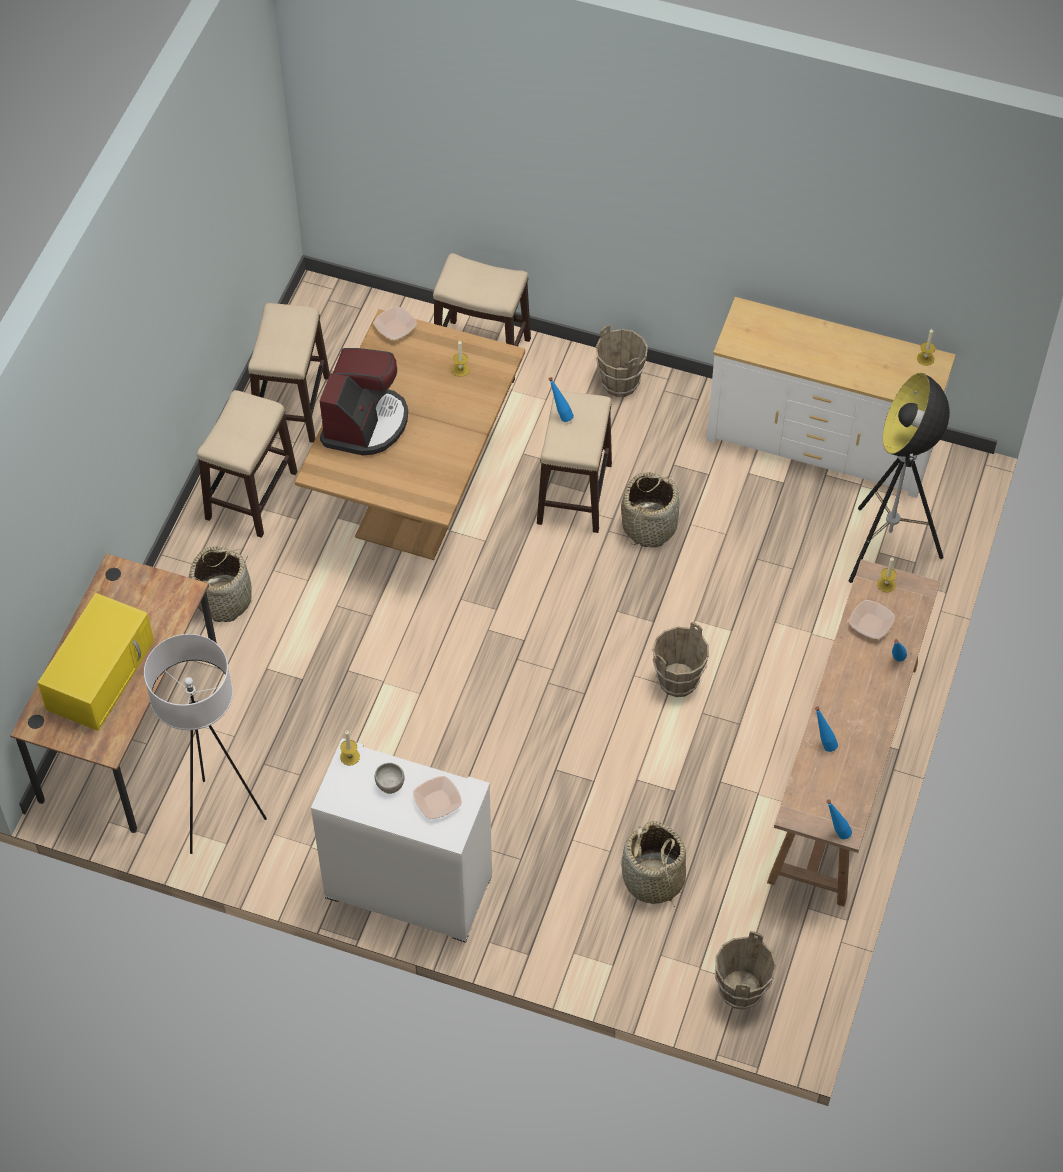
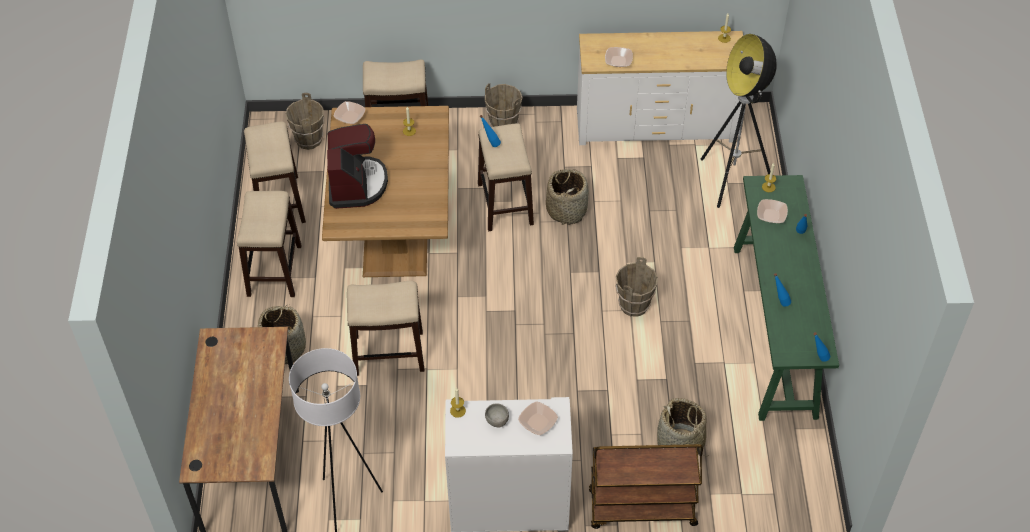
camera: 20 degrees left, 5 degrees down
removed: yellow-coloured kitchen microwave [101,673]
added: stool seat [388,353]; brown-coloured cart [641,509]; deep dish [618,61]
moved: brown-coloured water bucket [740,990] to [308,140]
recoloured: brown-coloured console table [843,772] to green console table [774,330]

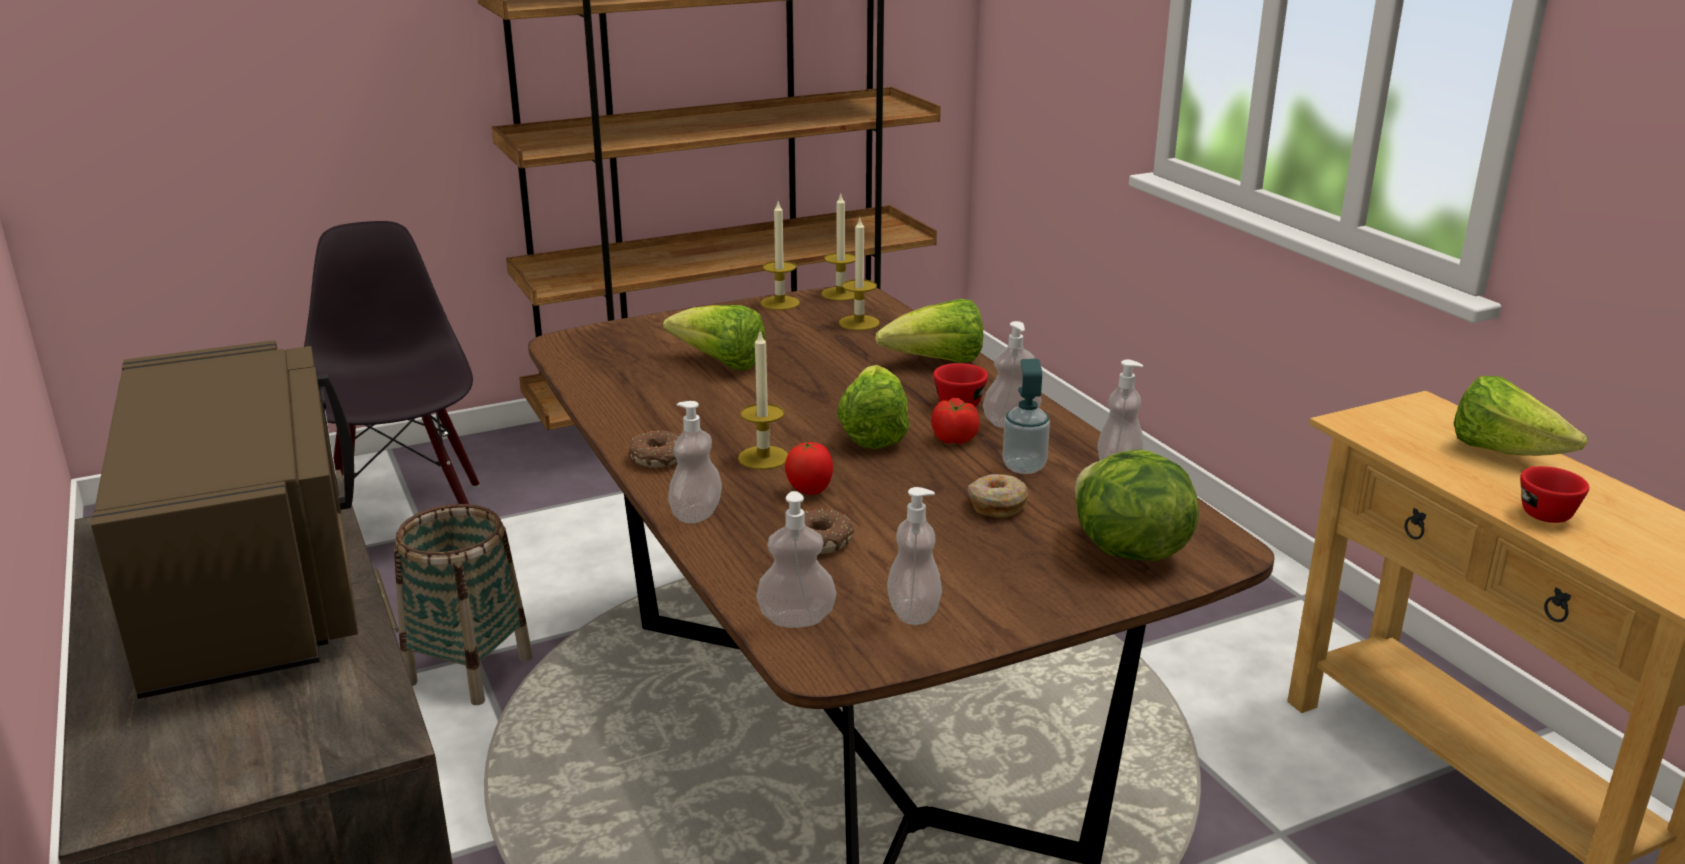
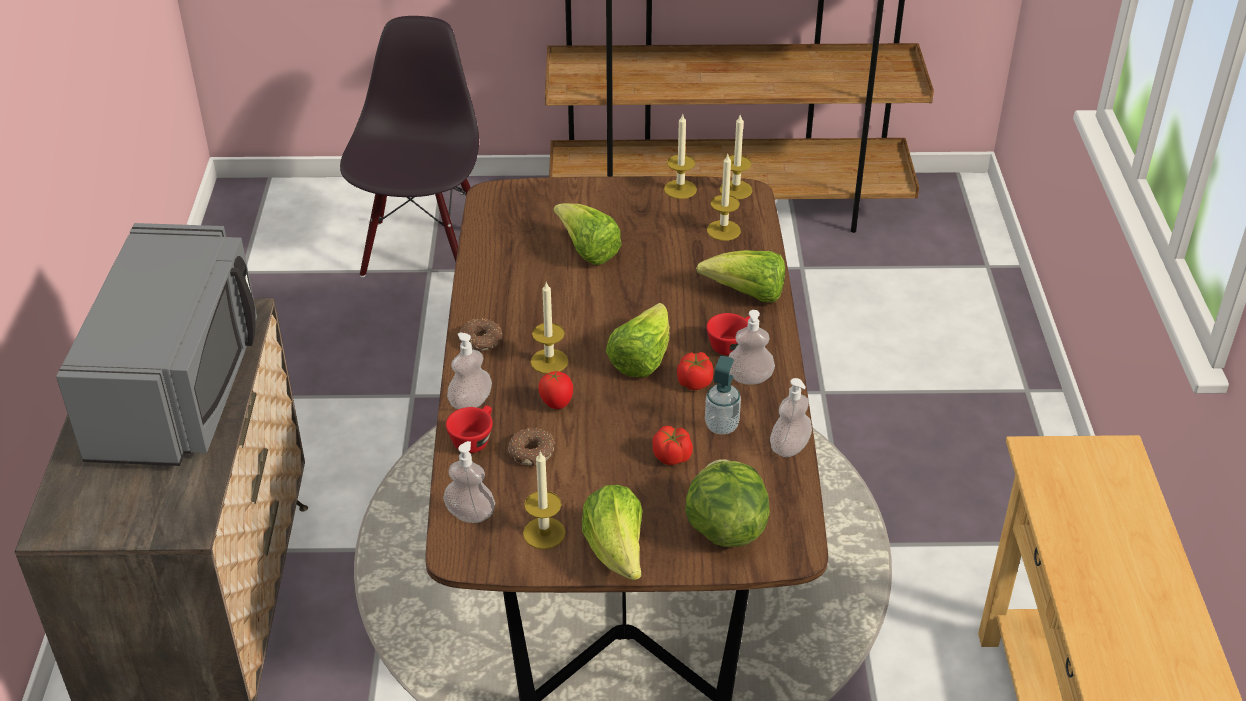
camera: 25 degrees right, 15 degrees up
removed: storage basket [468,670]
moved: lettuce [1503,452] to [617,552]; red small cup [1541,510] to [474,439]
replaced: soap dispenser [913,612] to candle [544,533]; donut [997,504] to whole tomato [672,457]
recoloured: brown-coloured kitchen microwave [254,585] to grey kitchen microwave [180,388]

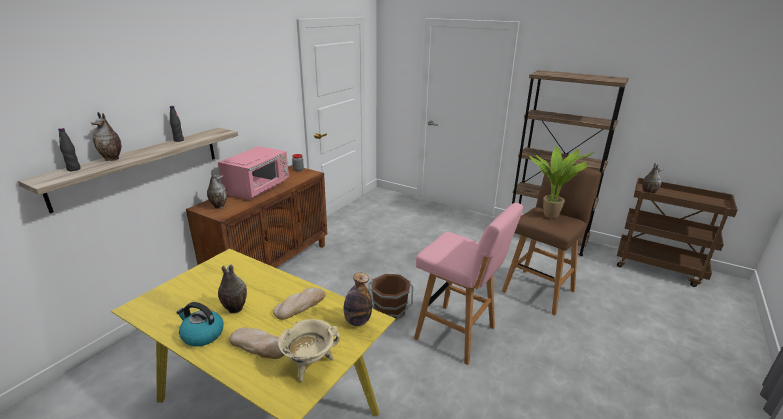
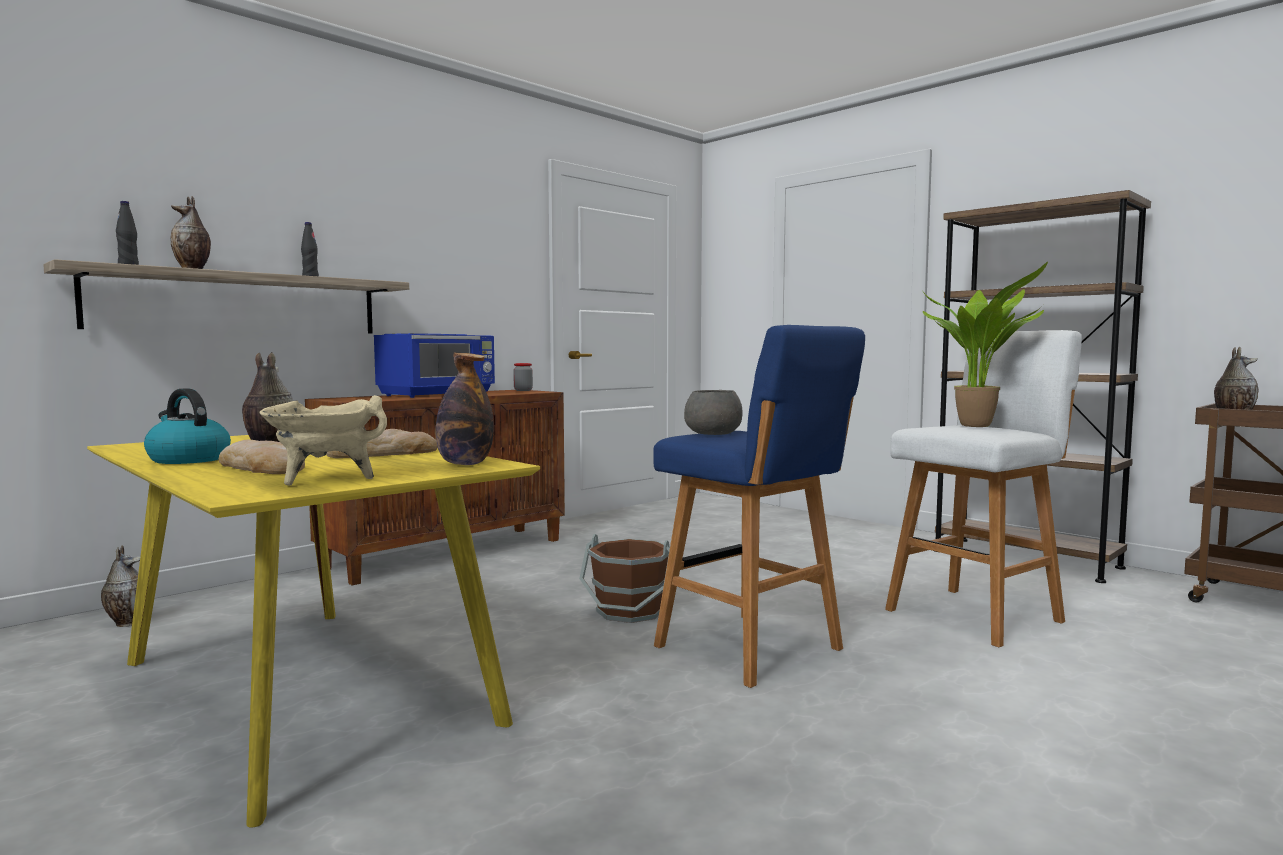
camera: 15 degrees right, 20 degrees down
added: grey deep dish [714,433]
moved: decorative vase [219,206] to [126,623]
recoloured: pink kitchen microwave [258,188] to blue-coloured kitchen microwave [438,394]; pink stool seat [458,334] to blue-coloured stool seat [753,649]; brown-coloured stool seat [539,290] to whitish stool seat [977,614]

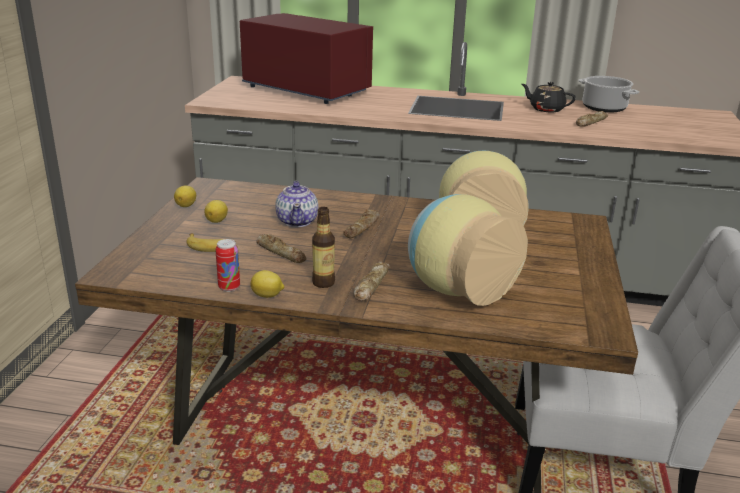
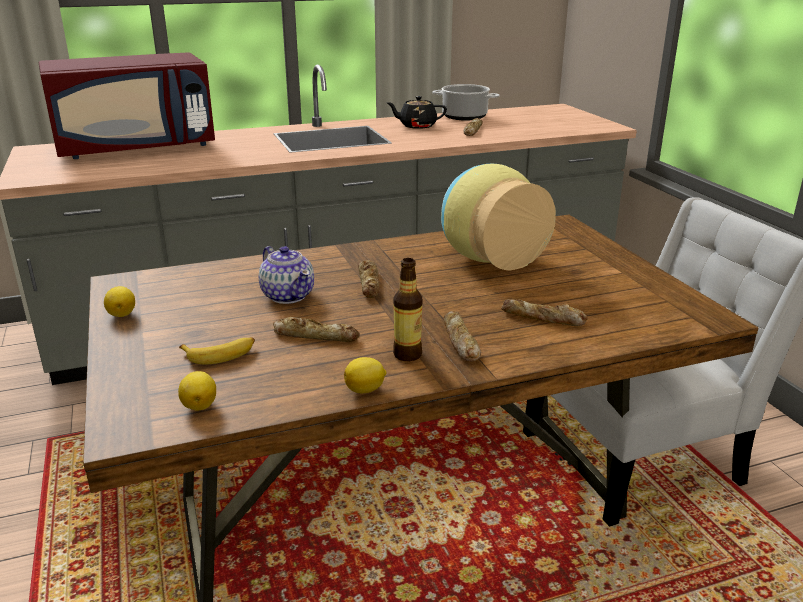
camera: 30 degrees left, 0 degrees up
removed: can [229,287]
moved: whole lemon [217,221] to [200,405]
replaced: decorative vase [456,289] to bakery bread [543,318]
turned: red kitchen microwave [305,90] = [136,148] 150 degrees clockwise

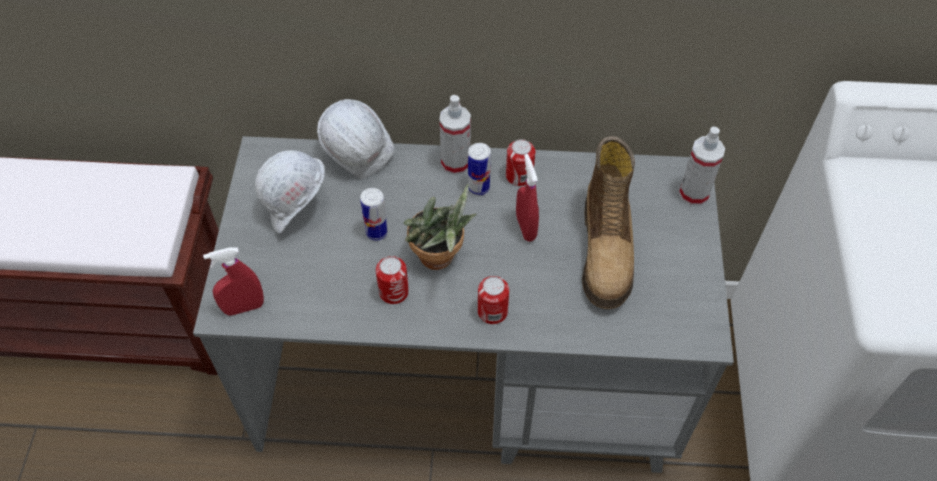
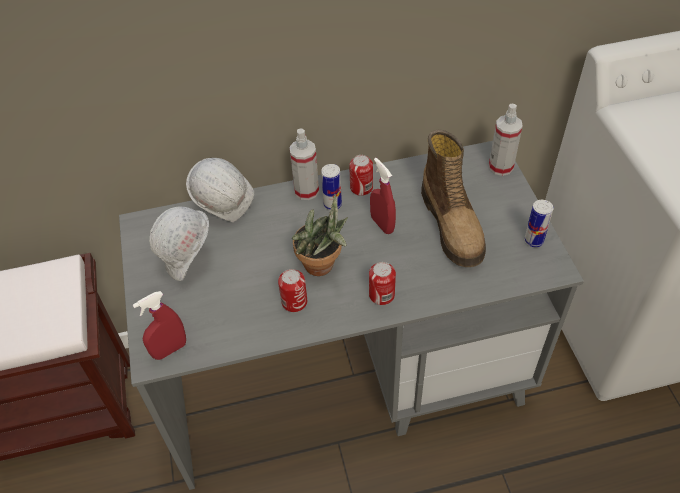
camera: 15 degrees left, 5 degrees down
moved: can [376,232] to [533,240]

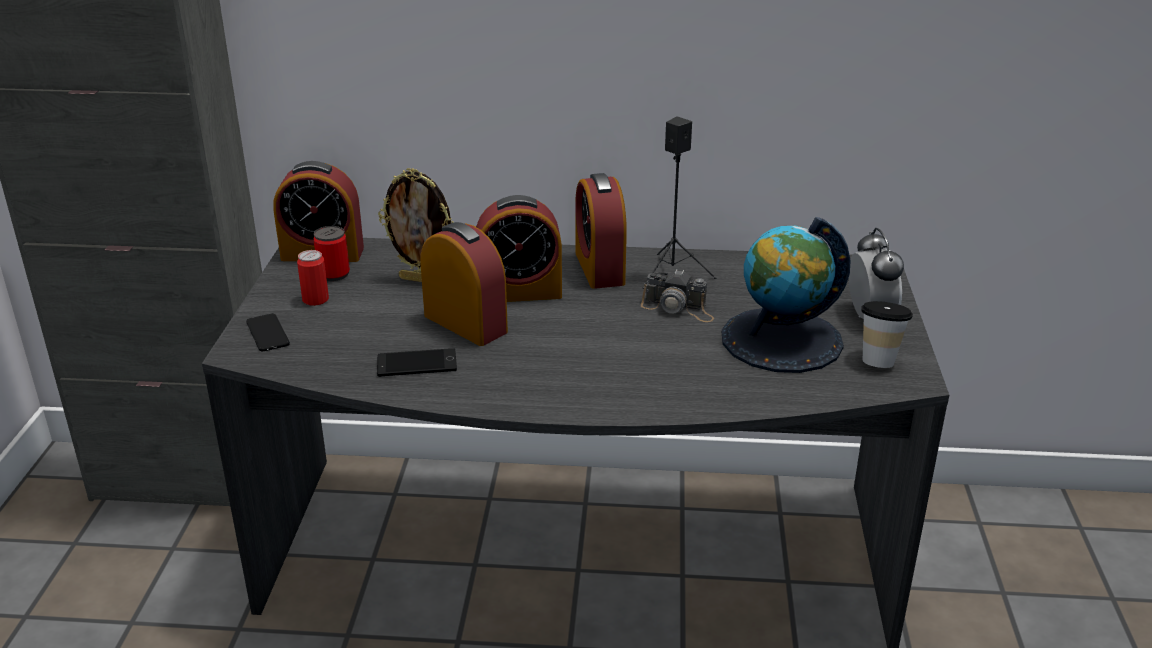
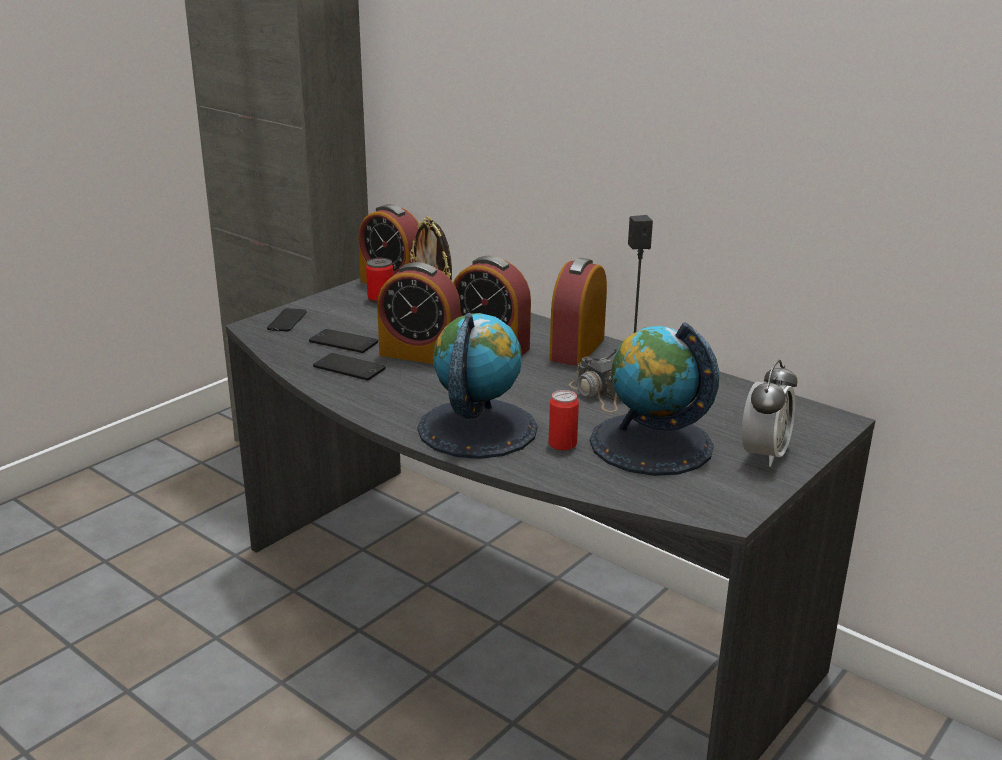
camera: 35 degrees right, 5 degrees down
removed: small cup [879,360]
added: phone [343,342]; world globe [477,428]
moved: can [315,299] to [562,444]
turned: alarm clock [465,324] = [420,354] 120 degrees clockwise

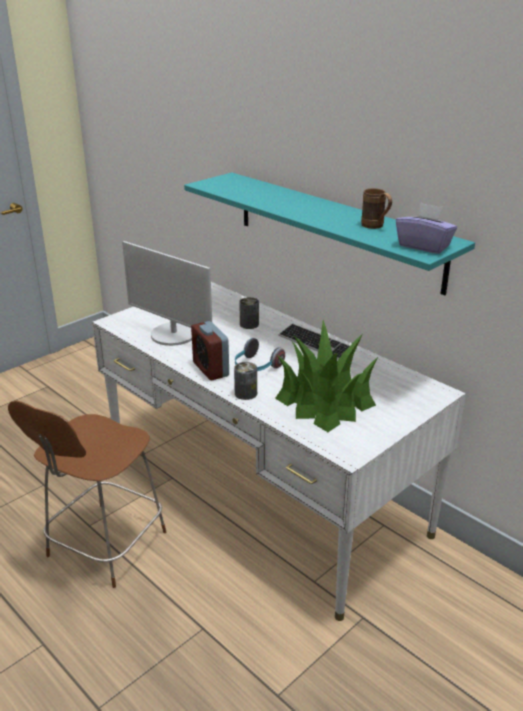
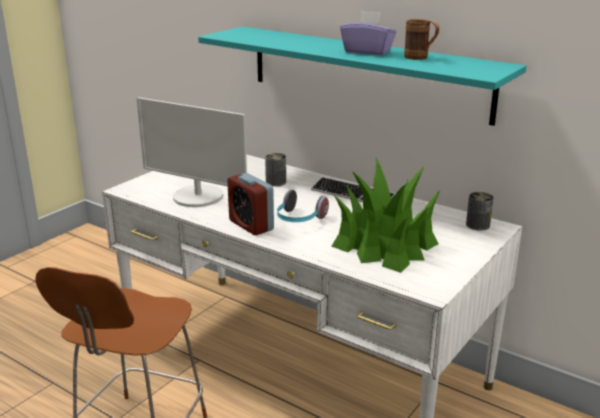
camera: 10 degrees left, 5 degrees down
moved: can [246,393] to [477,225]; purple tissue holder [424,246] to [367,51]

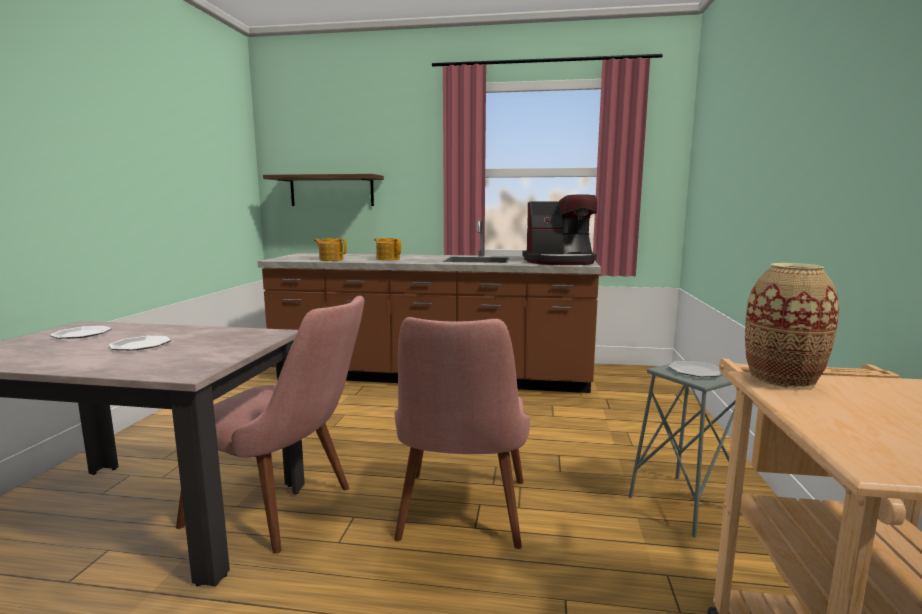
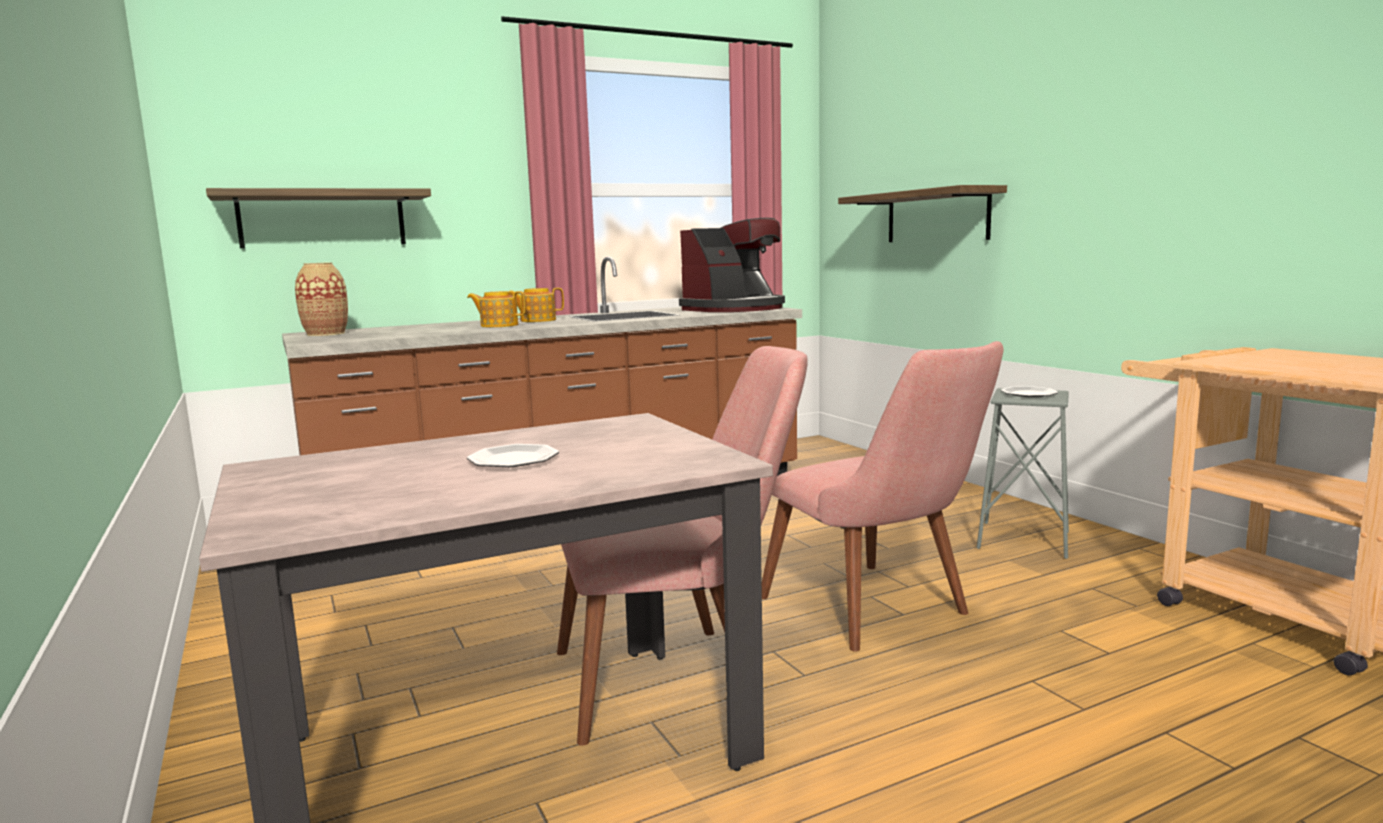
camera: 35 degrees left, 0 degrees up
removed: plate [82,334]
added: shelf [937,216]
moved: tea pot [331,259] to [537,320]; decorative vase [782,378] to [326,334]

